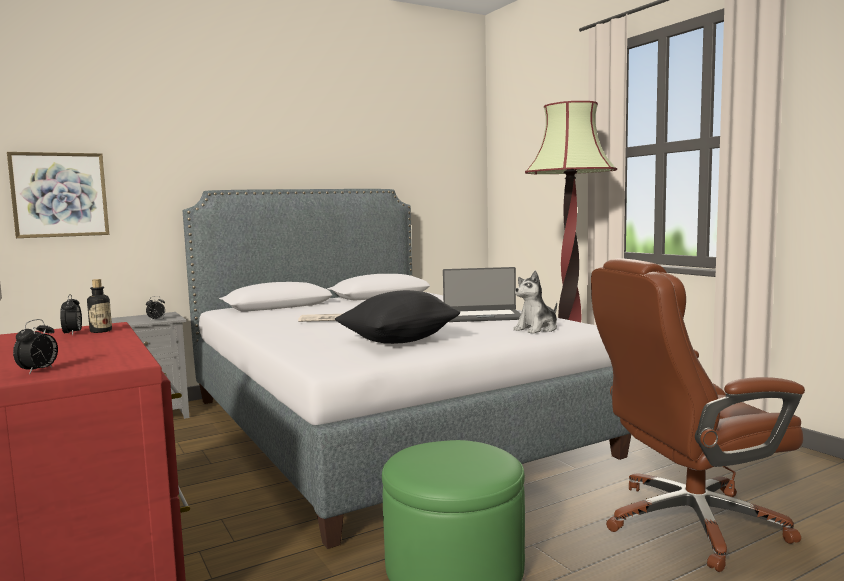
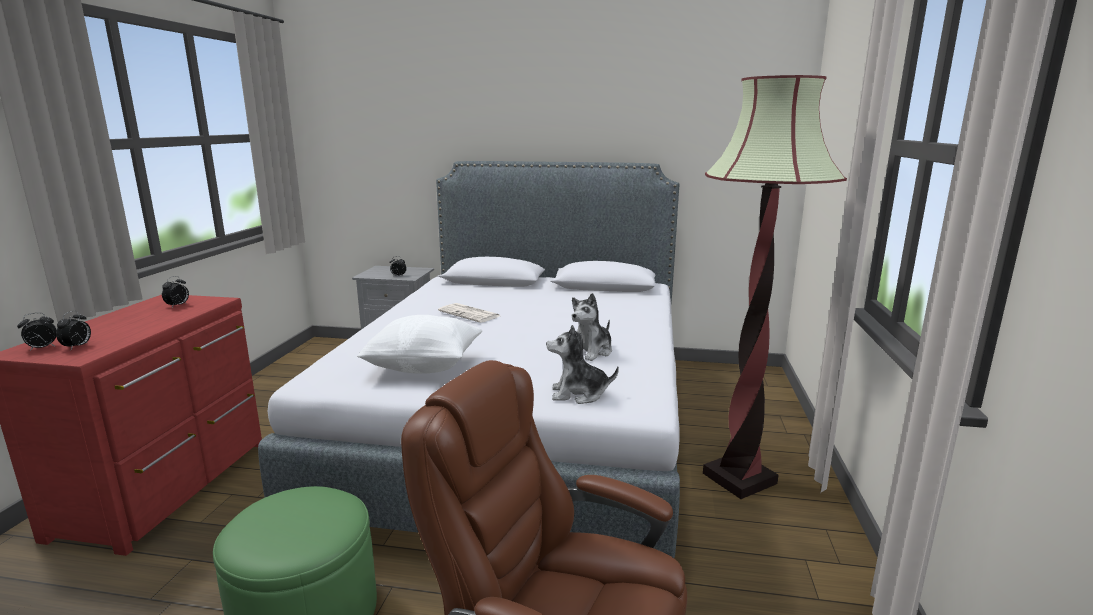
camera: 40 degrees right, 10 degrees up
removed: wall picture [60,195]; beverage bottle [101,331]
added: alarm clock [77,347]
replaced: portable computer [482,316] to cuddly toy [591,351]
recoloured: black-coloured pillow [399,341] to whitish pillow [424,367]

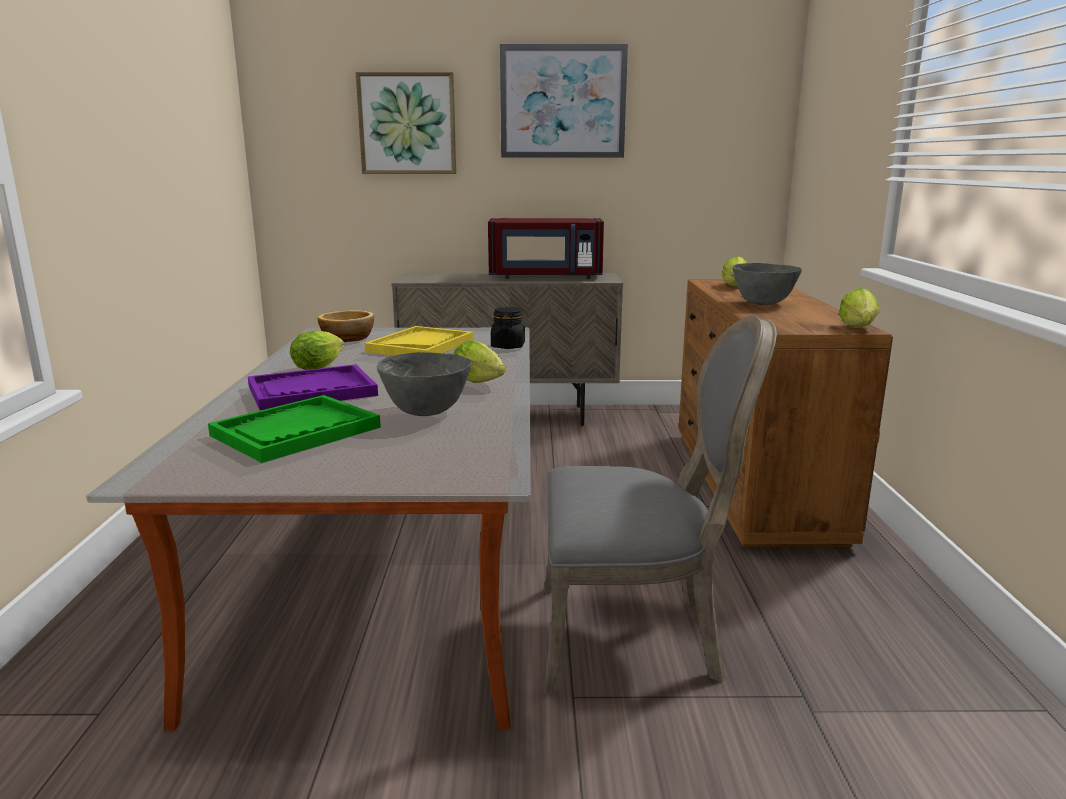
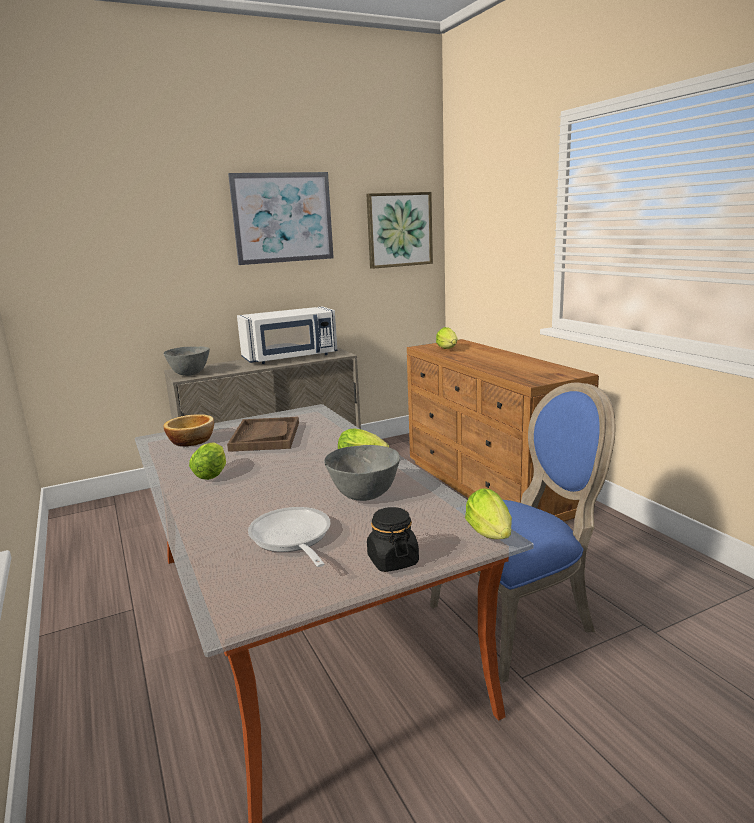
camera: 25 degrees left, 0 degrees up
removed: purple carrying tray [311,391]
moved: wall picture [407,124] to [399,230]; black-coloured preserve jar [508,346] to [392,560]; grey deep dish [763,303] to [189,374]; lettuce [858,329] to [491,536]
replaced: green carrying tray [296,432] to pan [292,539]
recoloured: yellow-coloured carrying tray [420,346] to brown-coloured carrying tray [265,436]; red kitchen microwave [545,277] to whitish kitchen microwave [291,357]; grey chair [635,636] to blue-coloured chair [518,619]

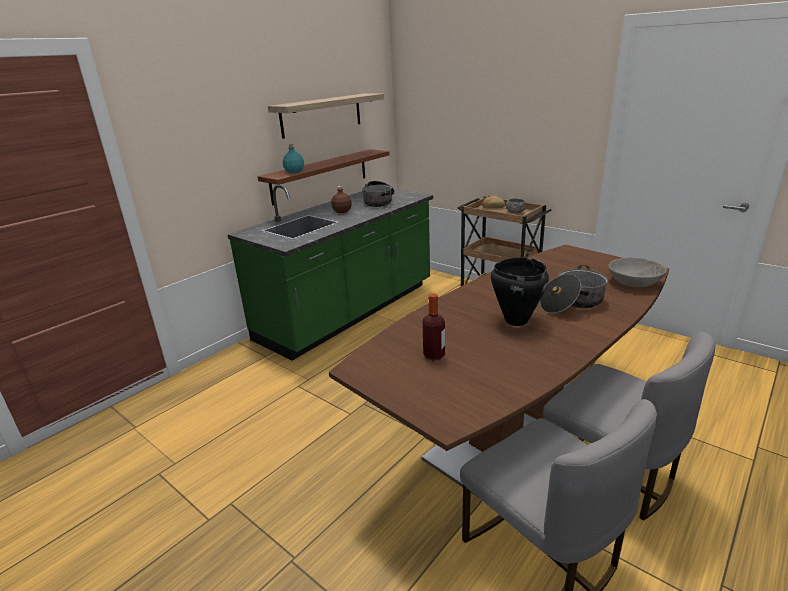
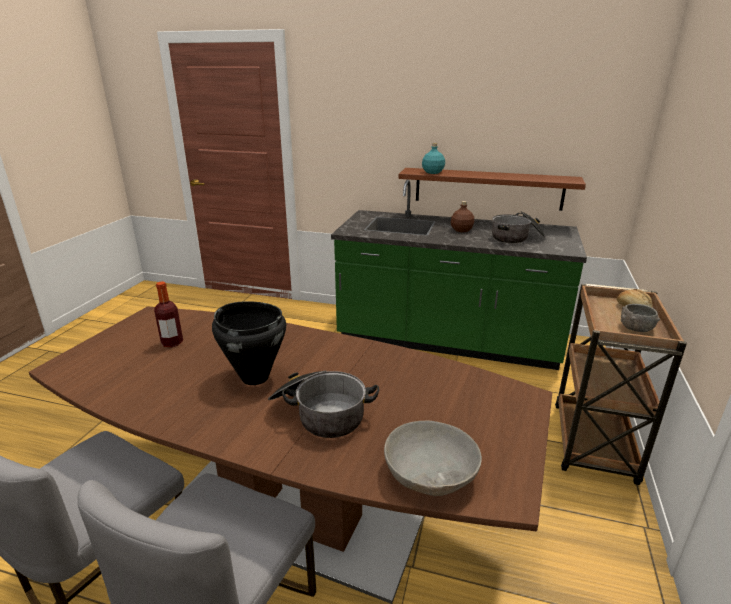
camera: 65 degrees right, 0 degrees up
removed: shelf [322,115]

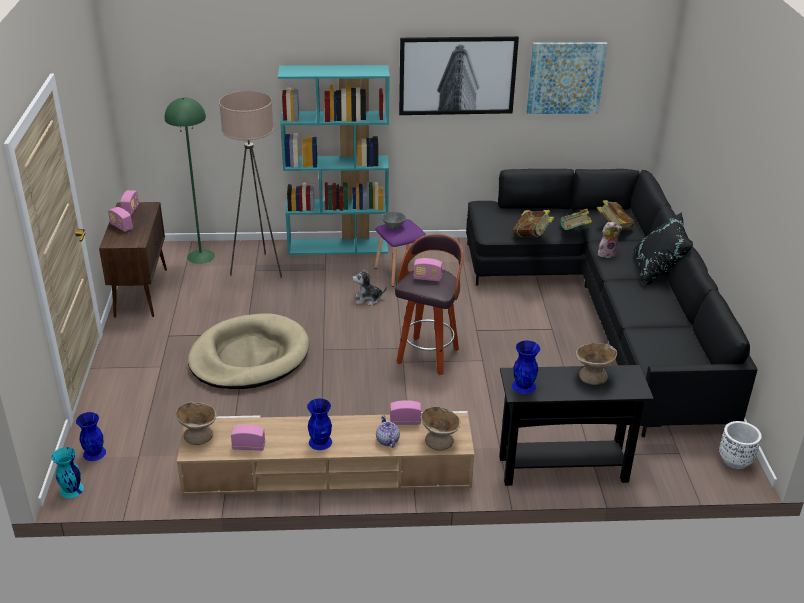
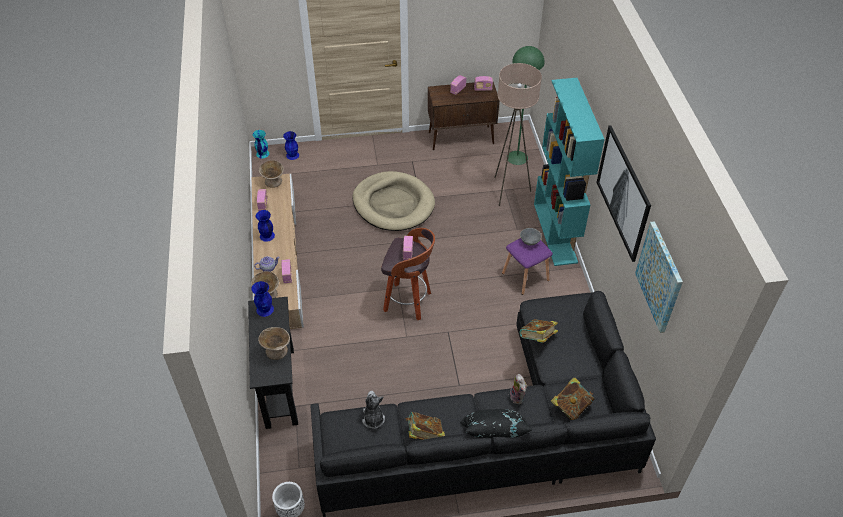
camera: 85 degrees right, 15 degrees up
moved: cuddly toy [368,299] to [373,418]; volume [574,232] to [424,435]

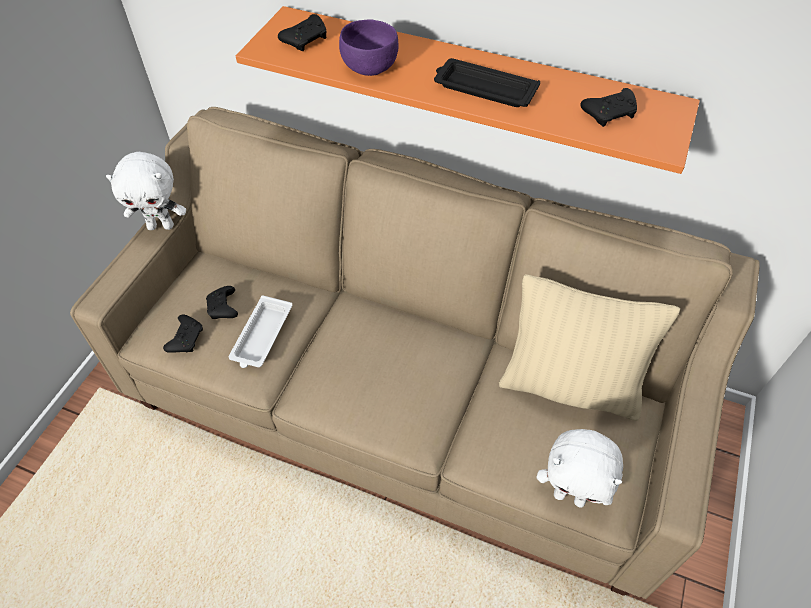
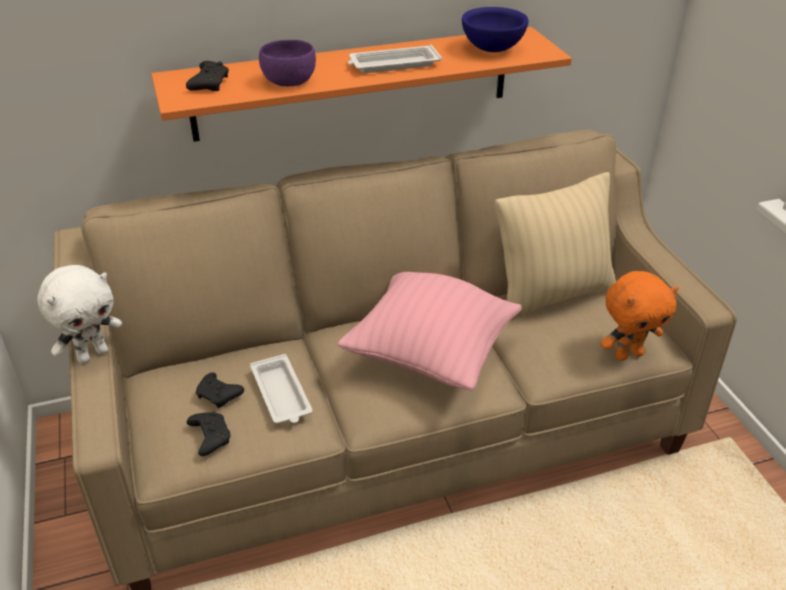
camera: 40 degrees left, 15 degrees down
added: pink pillow [430,355]
replaced: black-coloured joypad [610,114] to blue-coloured deep dish [493,49]
recoloured: black-coloured carrying tray [483,89] to whitish carrying tray [393,65]; whitish cuddly toy [570,496] to orange cuddly toy [628,354]

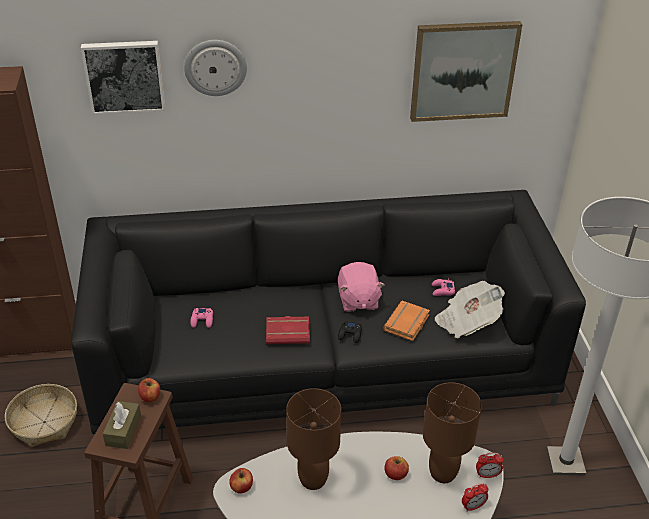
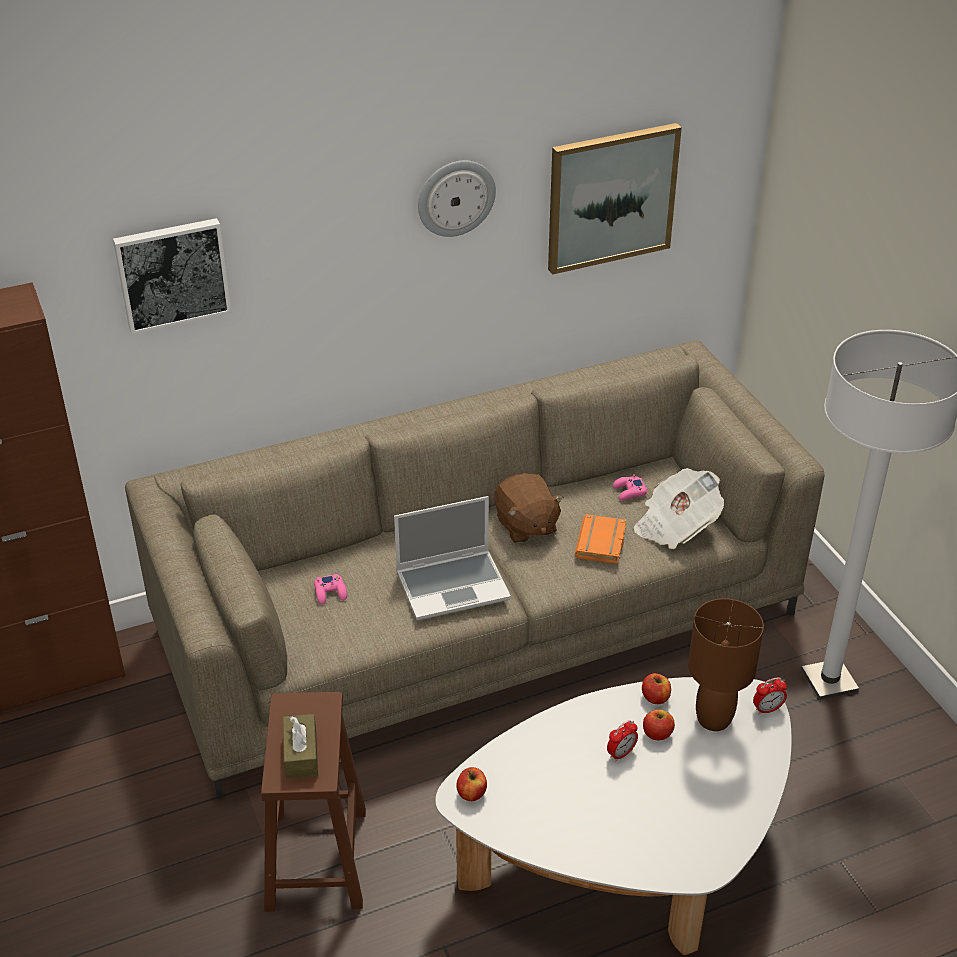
camera: 15 degrees left, 0 degrees up
removed: storage basket [44,422]; brown-coloured tabletop lamp [313,479]; black-coloured joypad [350,334]
moved: apple [150,397] to [655,697]; hanging clock [215,67] to [455,197]; alarm clock [473,506] to [621,753]
replaced: red volume [288,332] to portable computer [453,585]
recoloured: black-coloured couch [323,362] to beige couch [478,622]; pink cuddly toy [358,300] to brown-coloured cuddly toy [525,526]

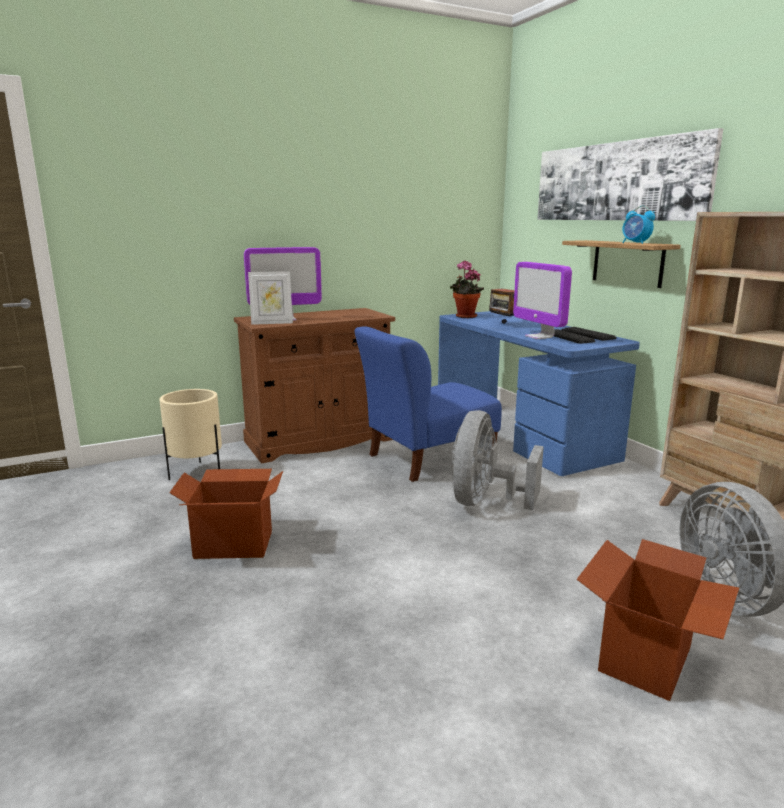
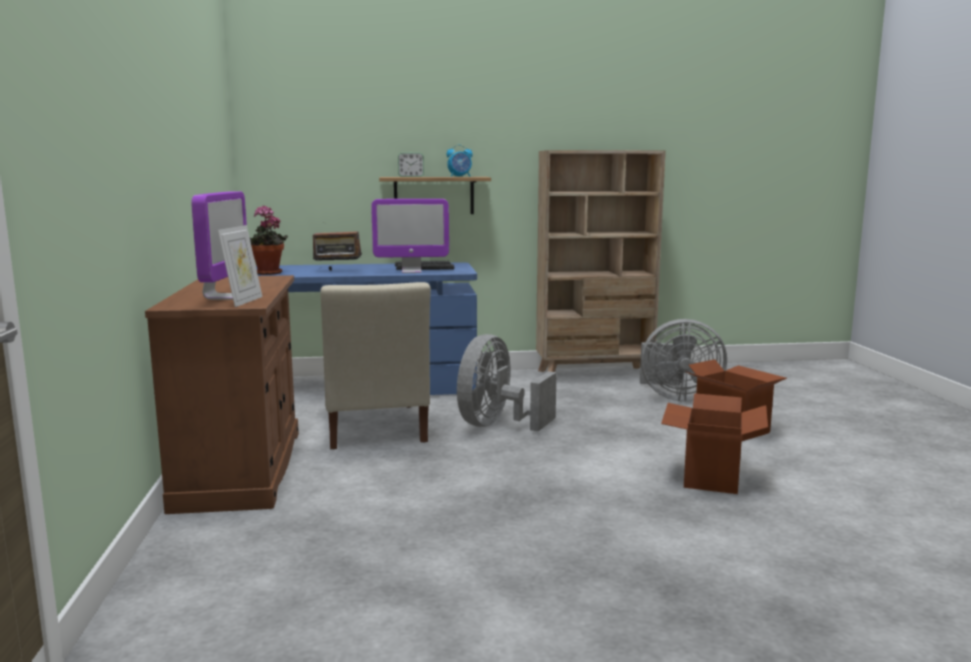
camera: 70 degrees left, 5 degrees down
removed: beige planter [197,472]; wall picture [616,181]
added: alarm clock [411,176]
moved: packing box [233,544] to [710,477]
recoloured: blue-coloured chair [426,459] to beige chair [375,428]
turned: grey cooling fan [485,502] = [497,425] 75 degrees clockwise

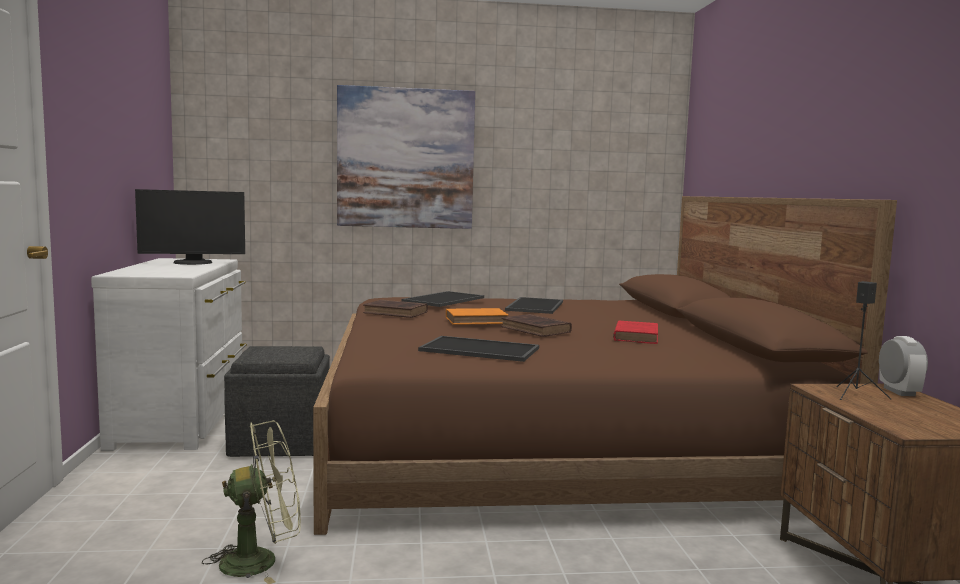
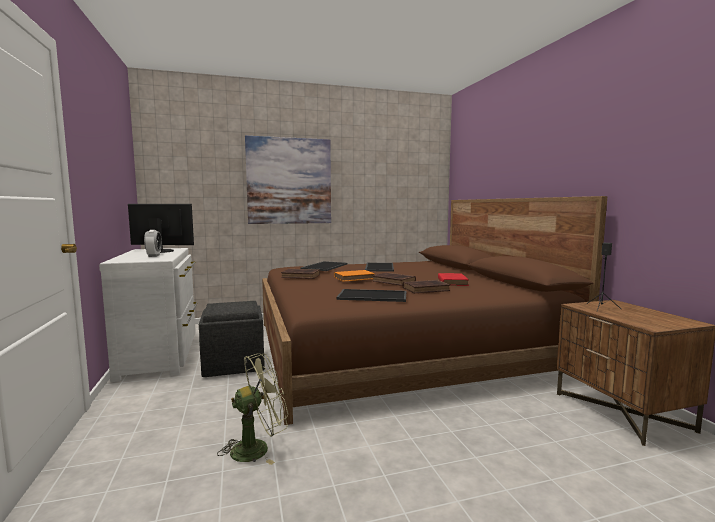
camera: 10 degrees left, 0 degrees up
added: brown-coloured volume [427,289]
moved: alarm clock [899,391] to [154,256]
turned: computer display [192,263] = [161,251] 150 degrees counterclockwise

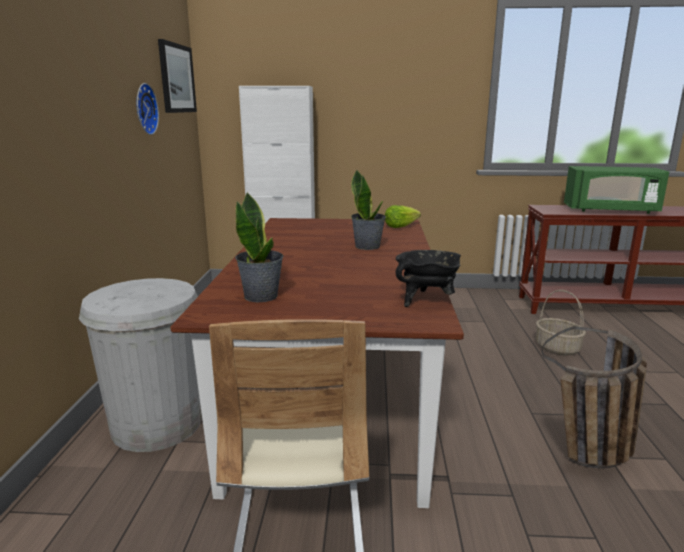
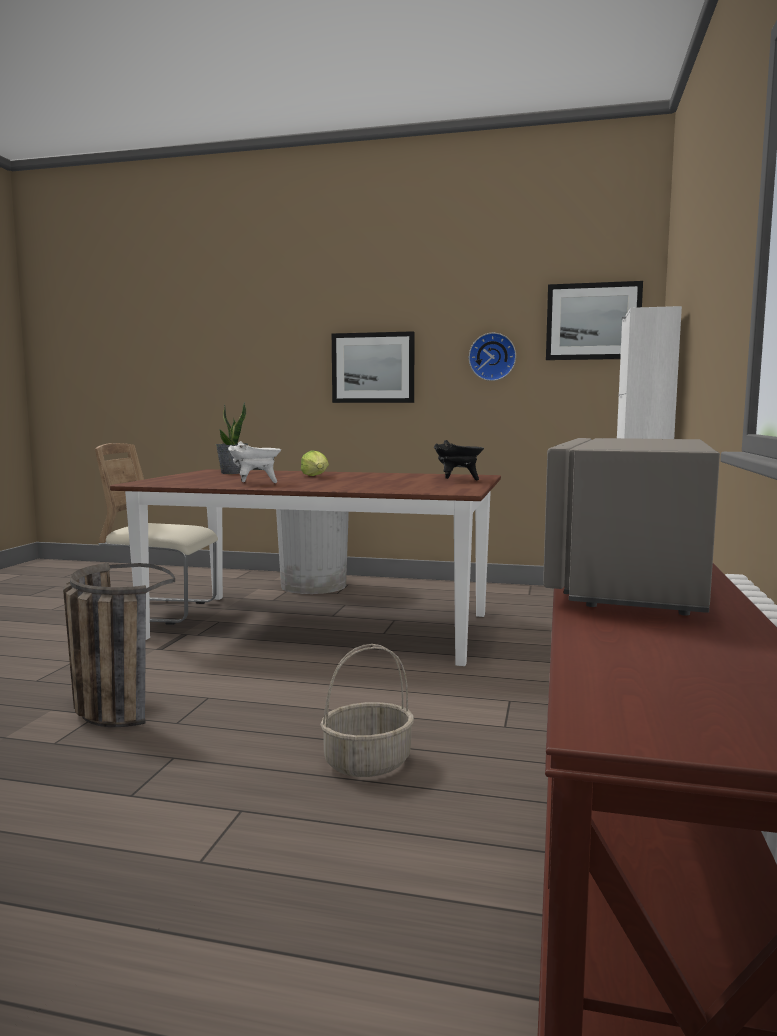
camera: 100 degrees right, 10 degrees down
removed: potted plant [368,246]
added: whitish saucepot [255,483]; wall picture [373,368]
moved: lettuce [400,226] to [316,476]; black-coloured saucepot [426,300] to [457,480]
recoloured: green kitchen microwave [611,210] to grey kitchen microwave [629,582]

